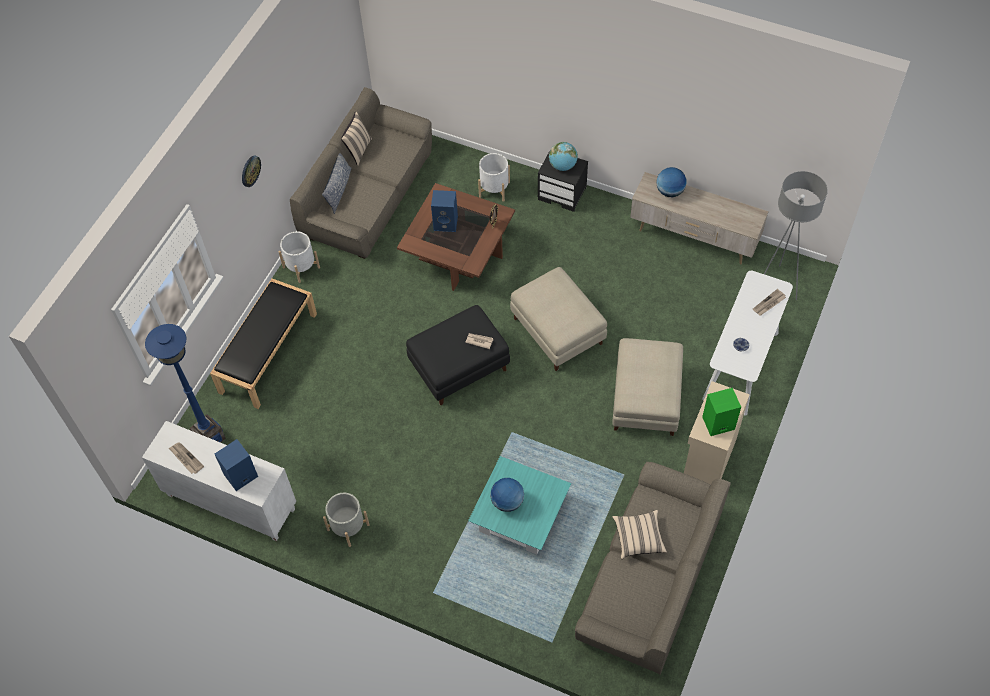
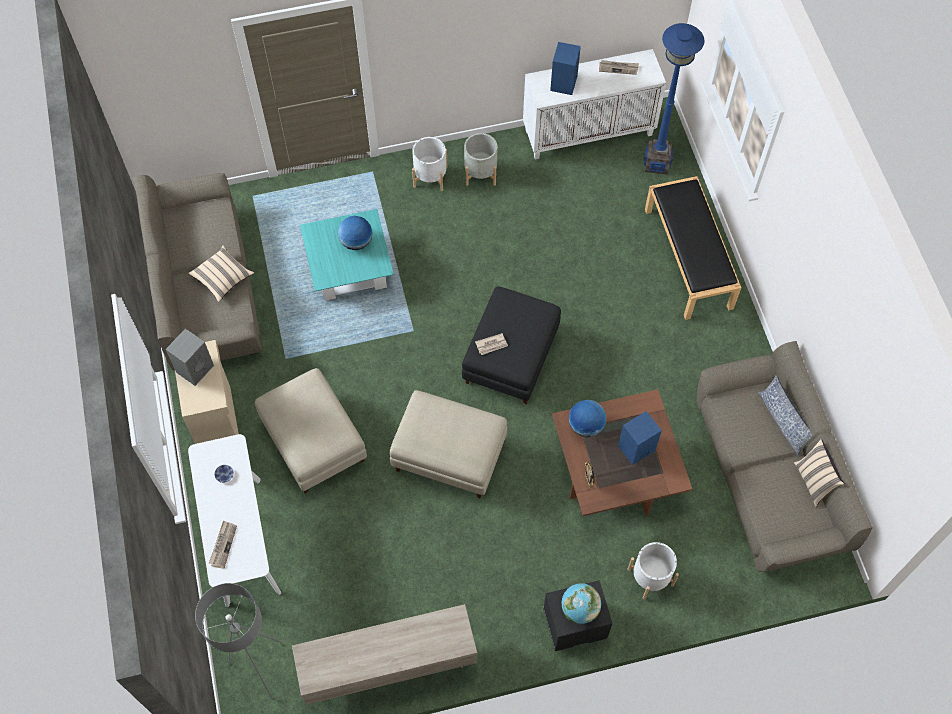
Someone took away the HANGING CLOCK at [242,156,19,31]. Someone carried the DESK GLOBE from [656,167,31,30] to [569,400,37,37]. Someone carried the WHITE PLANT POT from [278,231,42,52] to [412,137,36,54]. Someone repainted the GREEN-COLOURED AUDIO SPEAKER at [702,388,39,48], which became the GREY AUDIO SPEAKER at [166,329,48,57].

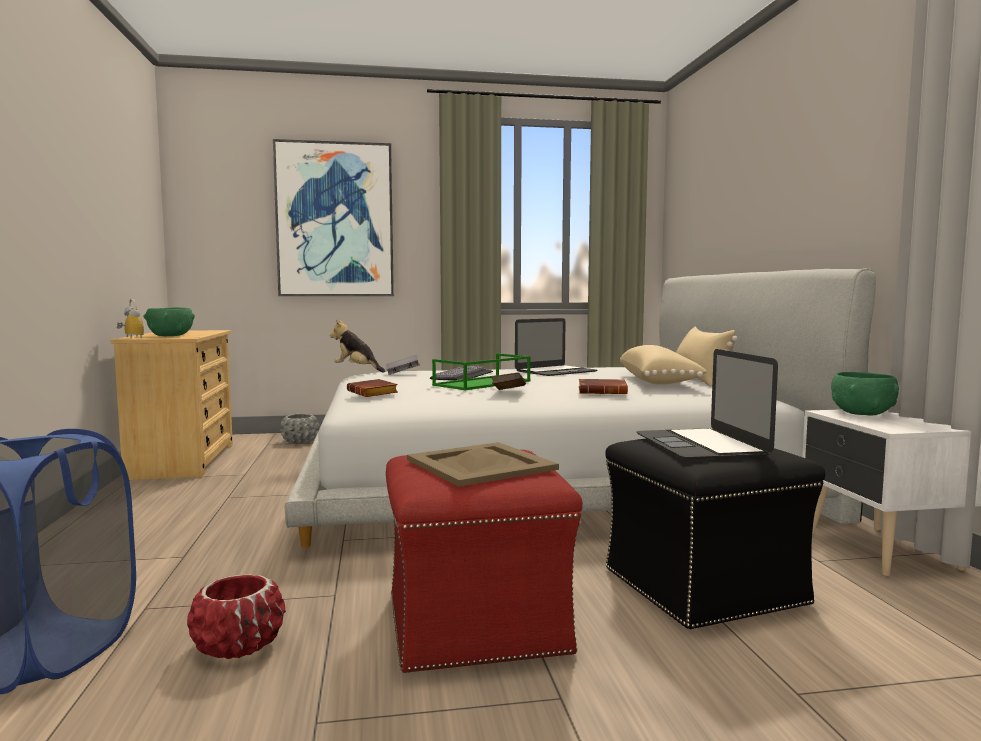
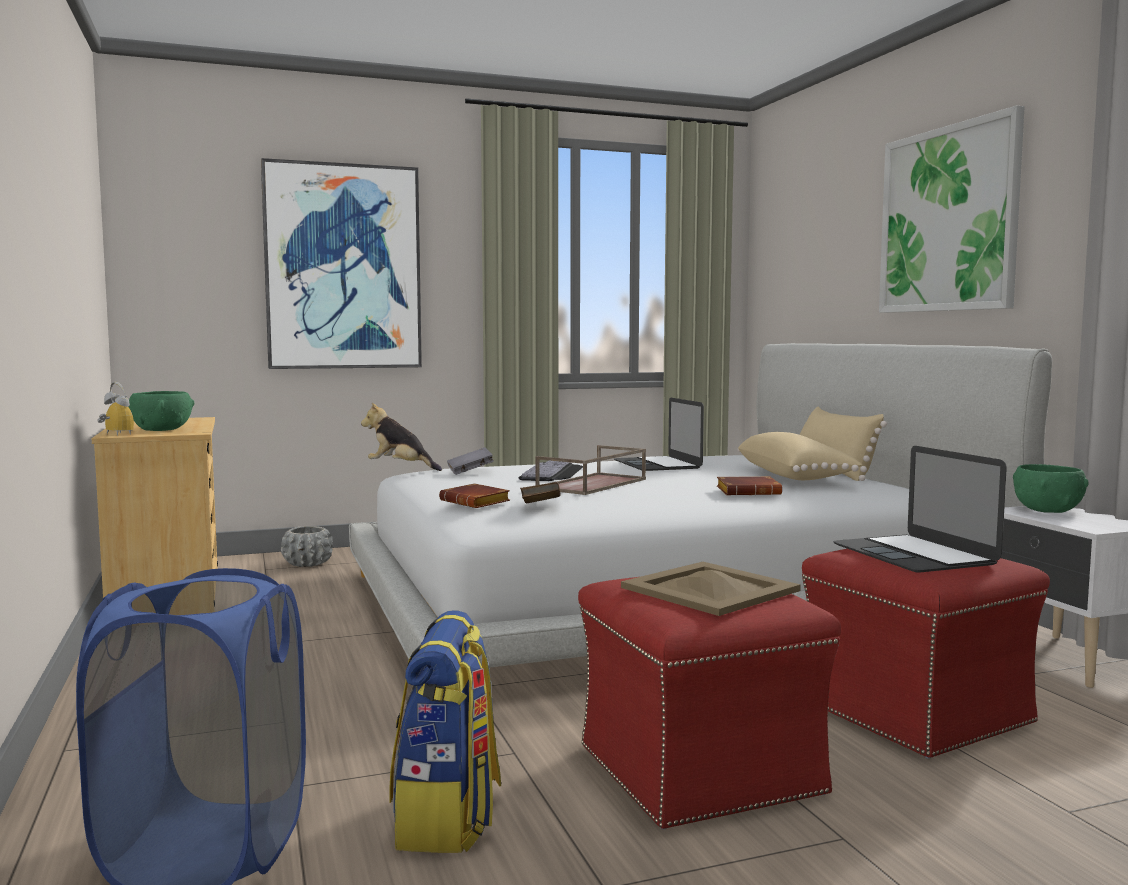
Someone rotated the PORTABLE COMPUTER at [515,318,82,58] by 120 degrees clockwise. Someone repainted the GREEN-COLOURED CARRYING TRAY at [432,353,99,37], which became the BROWN CARRYING TRAY at [535,445,111,50]. Someone carried the BROWN VOLUME from [491,373,35,17] to [520,482,40,21]. Someone repainted the BLACK OTTOMAN at [605,439,220,191], which became the RED-COLOURED OTTOMAN at [802,549,248,210]. Someone swapped the RED-COLOURED PLANT POT at [187,574,99,85] for the BACKPACK at [389,610,112,243]. Someone put up the WALL PICTURE at [879,106,146,207].

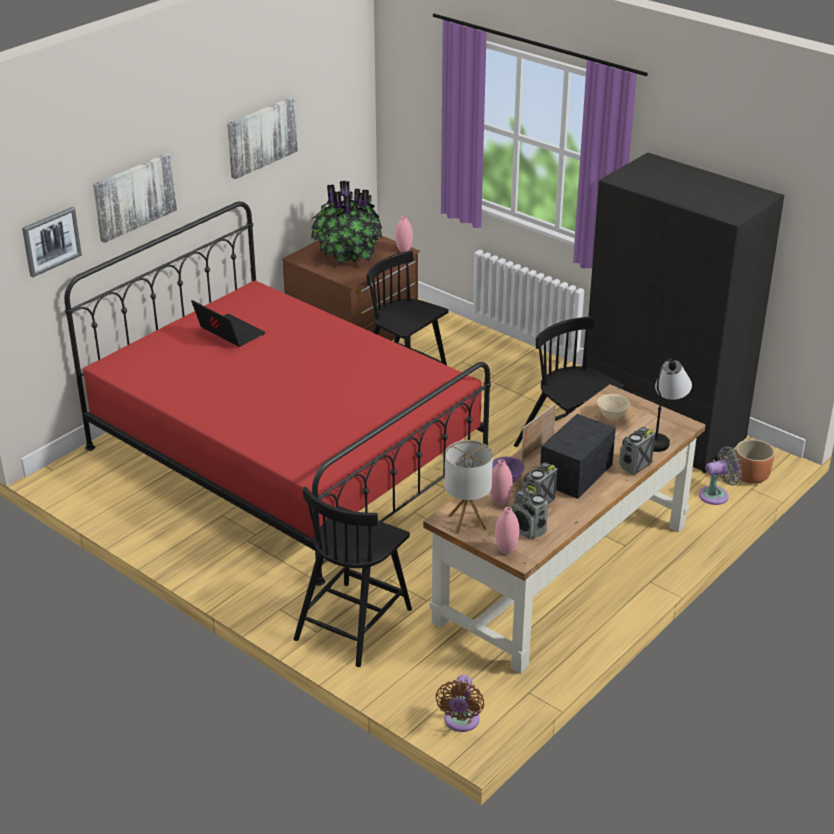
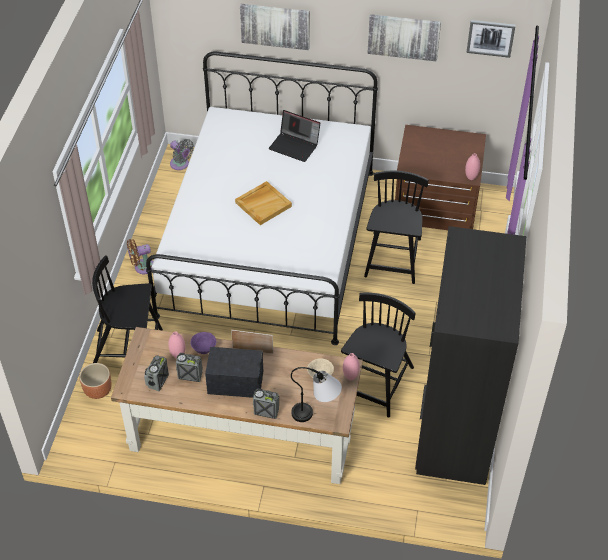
Someone took away the HOUSEPLANT at [311,180,71,85]. Someone repainted the RED-COLOURED BEDROOM BED at [64,202,427,384], which became the WHITE BEDROOM BED at [146,52,232,293]. Someone carried the WALL PICTURE from [22,207,60,70] to [466,20,50,38]. Someone rotated the PORTABLE COMPUTER at [191,300,75,47] by 105 degrees clockwise. Someone carried the BROWN PLANT POT from [735,439,40,45] to [79,363,33,36]. Someone took away the TABLETOP LAMP at [445,440,48,94]. Someone carried the GREY ELECTRIC FAN from [699,446,43,59] to [170,139,24,31]. Someone carried the PINK-COLOURED VASE from [495,507,24,47] to [343,353,17,27]. Someone carried the BROWN ELECTRIC FAN from [436,675,48,57] to [127,239,26,35]. Someone put down the BEIGE CARRYING TRAY at [235,181,57,44].

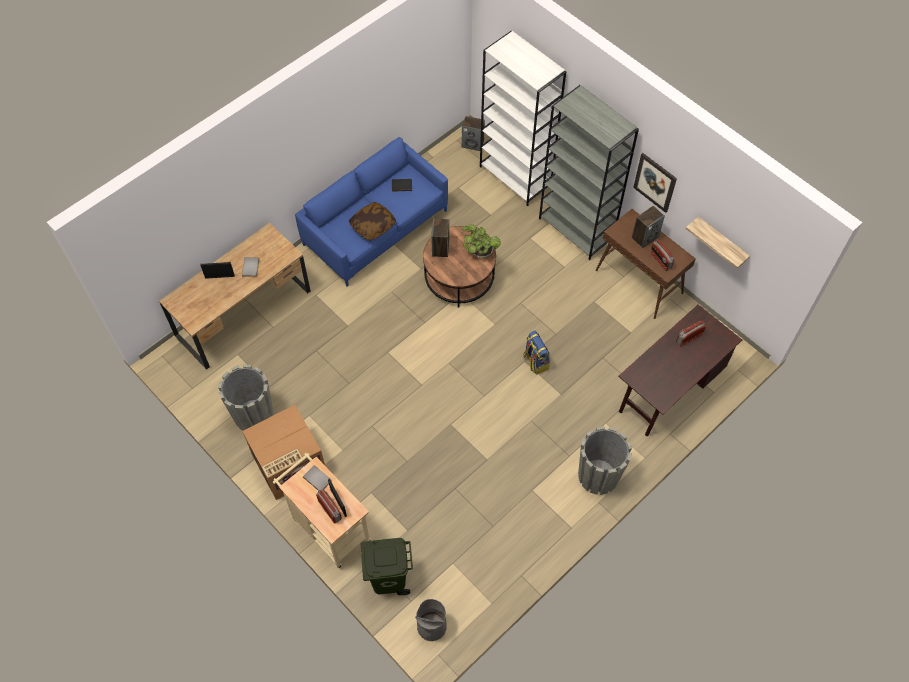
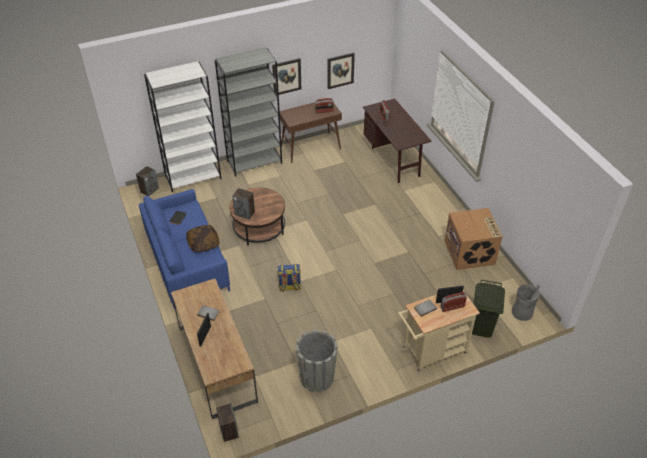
Someone carried the AUDIO SPEAKER from [632,206,33,42] to [216,403,23,39]. Someone swapped the SHELF at [686,217,64,52] for the WALL PICTURE at [327,53,28,36]. Someone took away the HOUSEPLANT at [461,224,40,34]. Someone carried the BACKPACK from [523,331,27,43] to [278,264,23,28]. Someone carried the CARDBOARD BOX from [242,405,83,95] to [445,208,58,62]. Someone took away the GREY PLANT POT at [578,426,54,69].

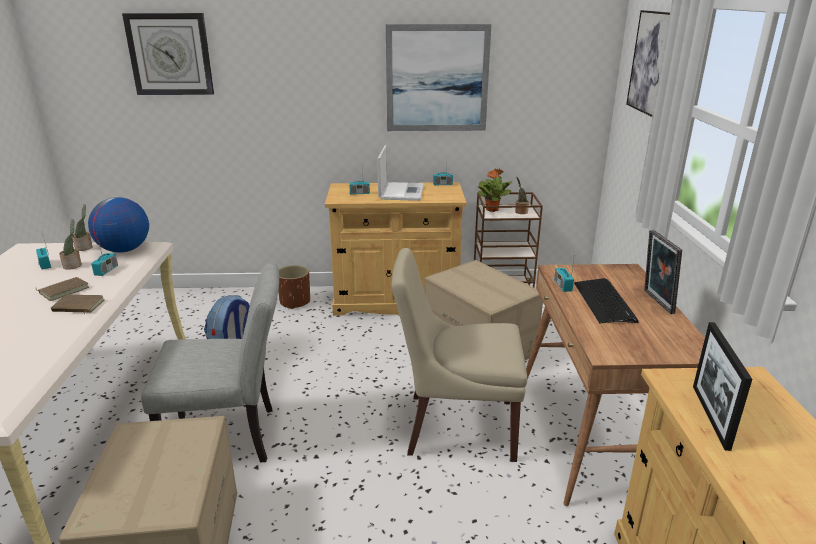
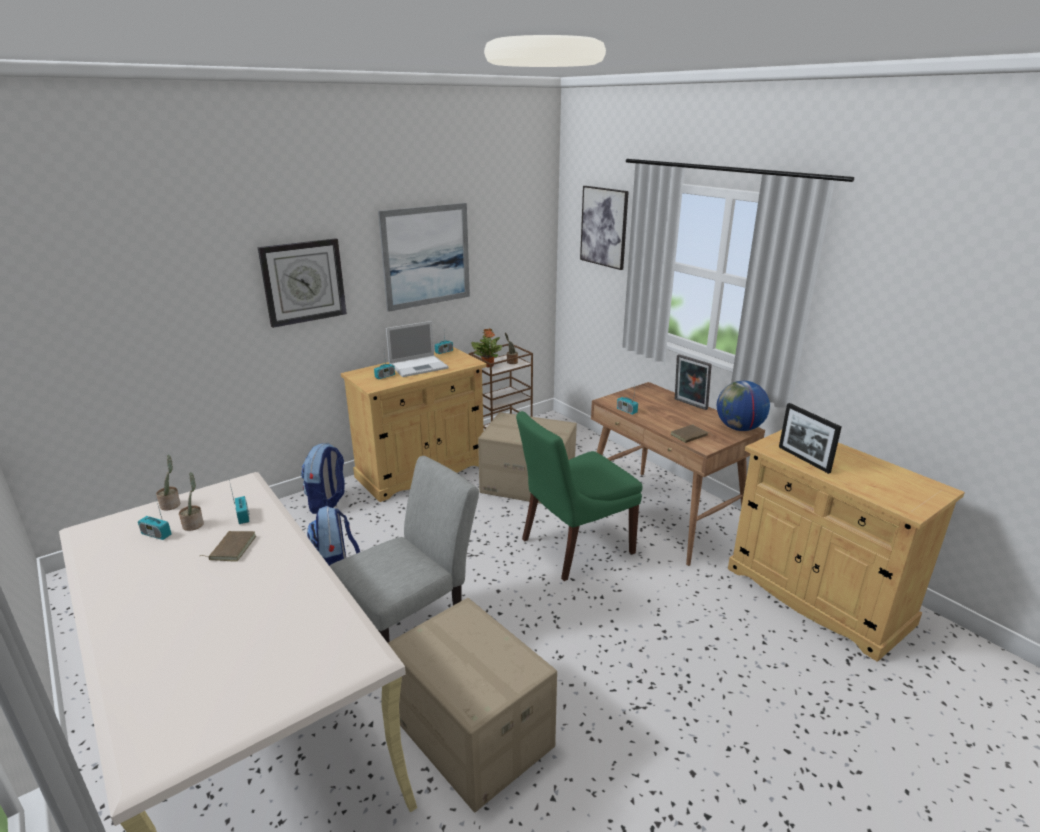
Someone carried the HANGING CLOCK from [122,13,92,82] to [258,238,89,90]. Someone rotated the PORTABLE COMPUTER at [377,145,47,56] by 90 degrees clockwise. Someone carried the DESK GLOBE from [88,197,61,56] to [717,381,53,50]. Someone repainted the BEIGE PLAIN CHAIR at [391,248,136,214], which became the GREEN-COLOURED PLAIN CHAIR at [516,411,127,170]. Someone swapped the BROWN PLANT POT at [278,265,32,44] for the BACKPACK at [301,443,44,71]. Someone took away the PC KEYBOARD at [574,278,65,45]. Someone carried the BROWN VOLUME from [51,295,53,19] to [670,424,43,19].

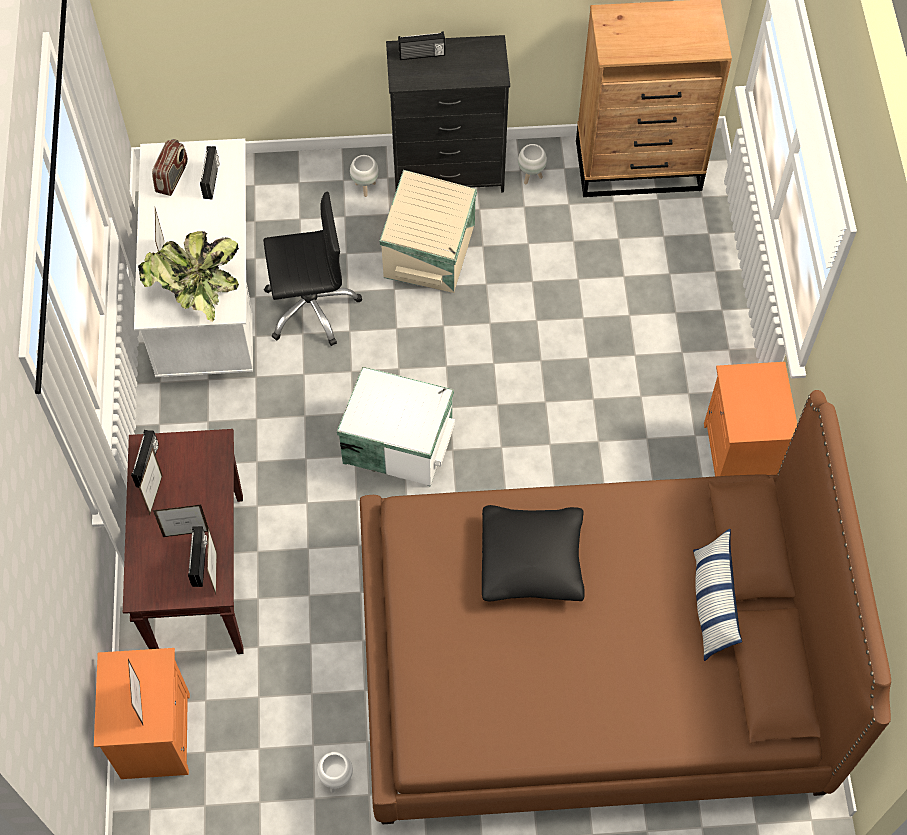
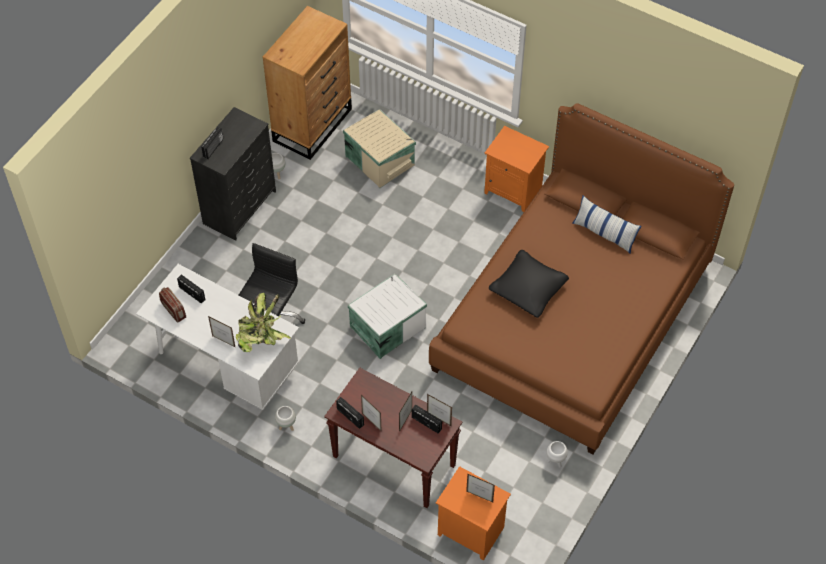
Someone carried the WHITE PLANT POT from [350,155,29,42] to [275,406,21,25]. Someone carried the BEIGE STORAGE BIN from [380,170,97,123] to [343,109,73,79].

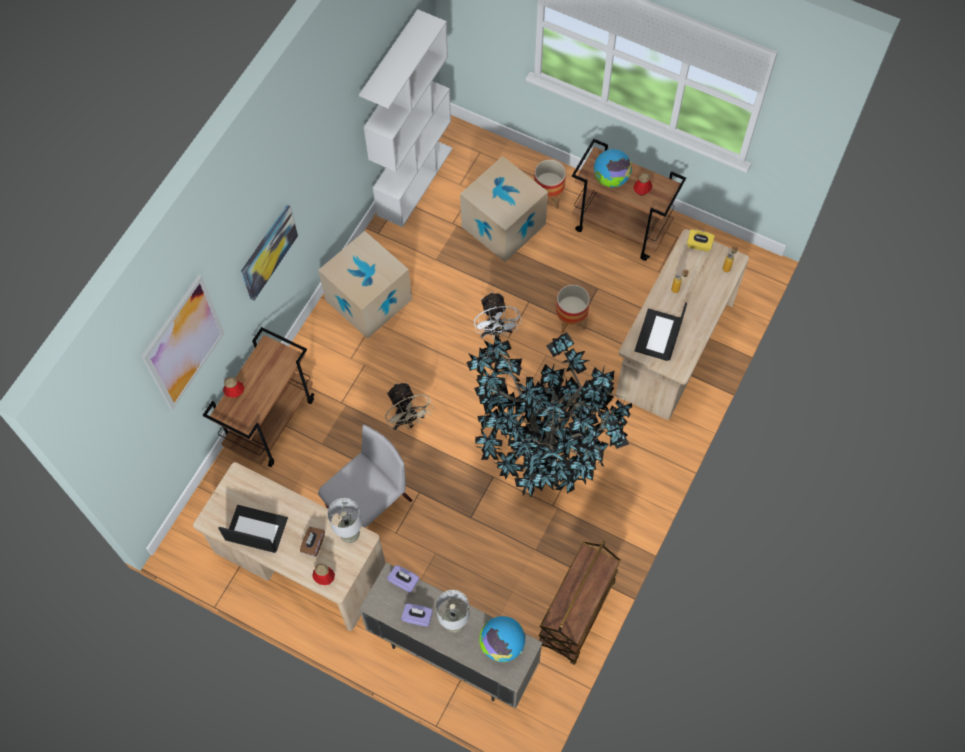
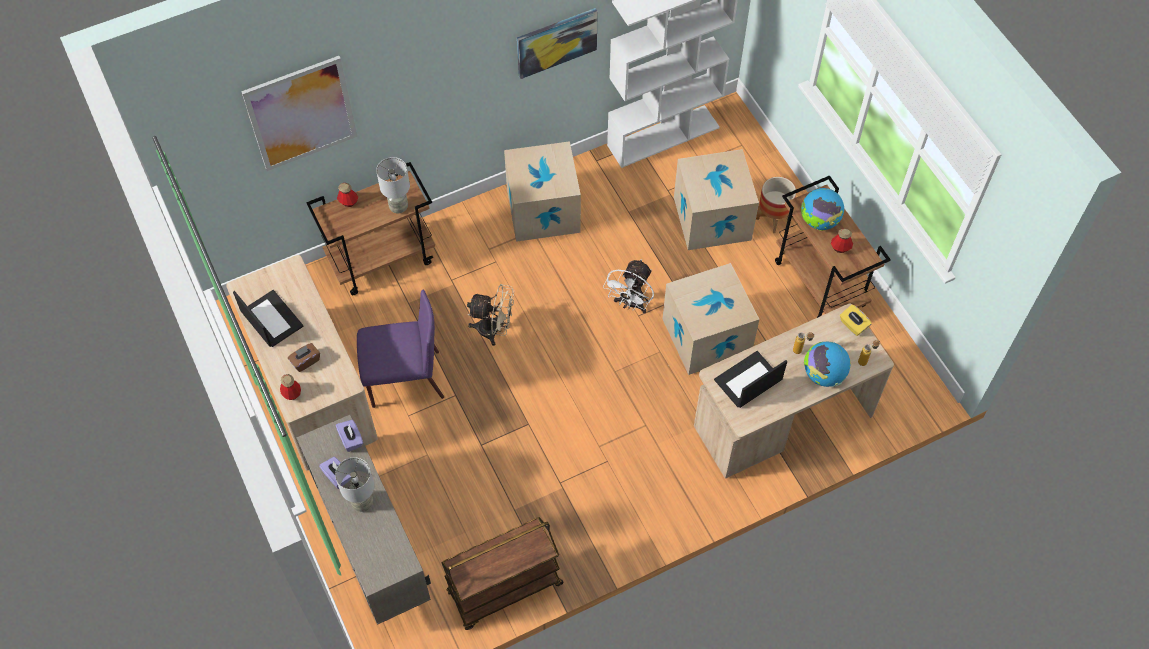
Someone carried the WALL PICTURE from [241,205,57,96] to [517,8,81,71]. Someone swapped the PLANT POT at [556,285,34,49] for the CARDBOARD BOX at [662,263,97,112]. Someone took away the HOUSEPLANT at [466,332,166,165]. Someone rotated the BEIGE ELECTRIC FAN at [385,383,49,48] by 90 degrees counterclockwise. Someone repainted the GREY PLAIN CHAIR at [318,425,94,102], which became the PURPLE-COLOURED PLAIN CHAIR at [357,289,87,119]. Someone carried the GREY TABLETOP LAMP from [327,498,35,45] to [376,157,34,56]. Someone carried the DESK GLOBE from [479,616,46,46] to [804,342,46,45].

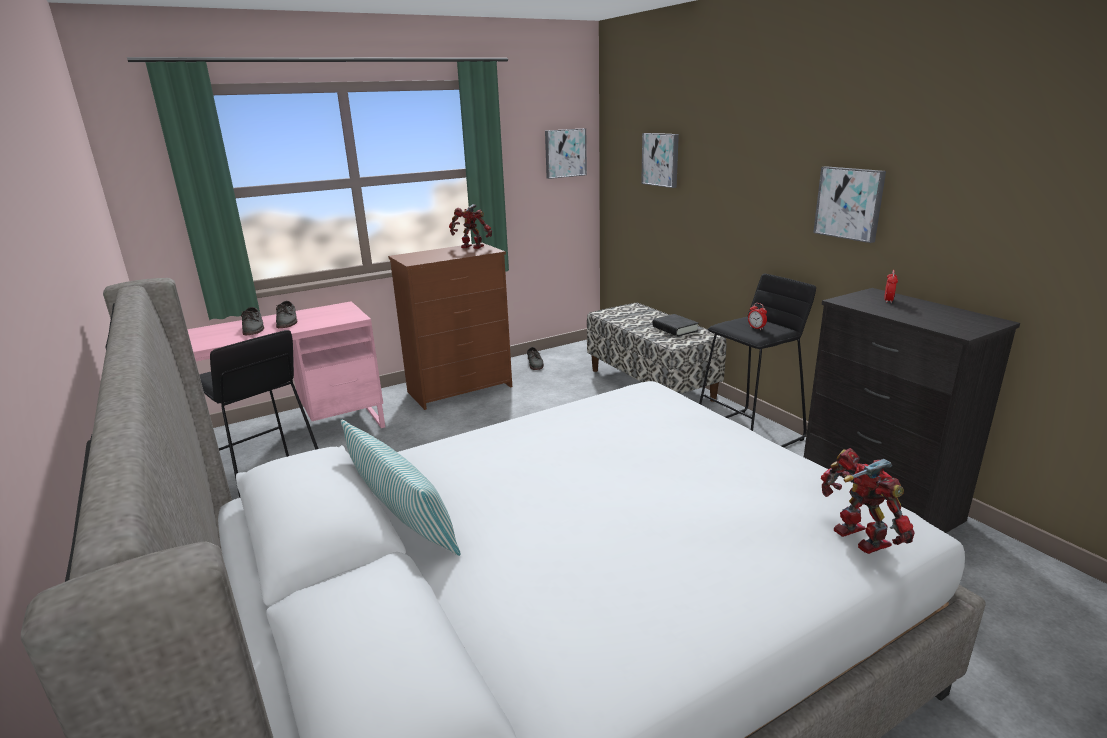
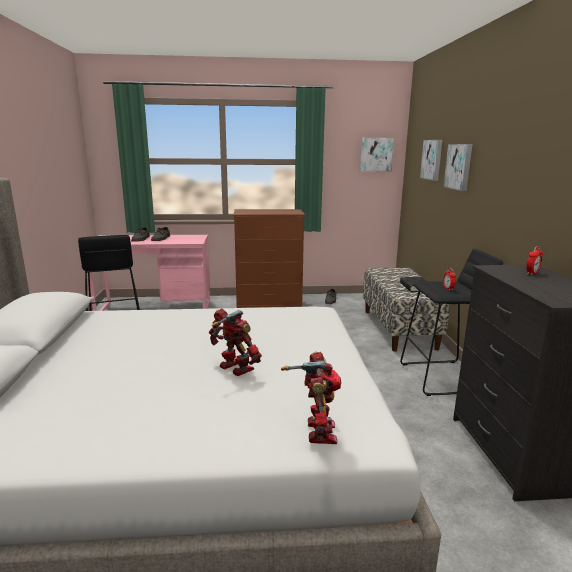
Someone carried the WALL PICTURE from [813,166,73,77] to [443,144,29,47]. Someone carried the TOY ROBOT from [449,204,43,45] to [209,308,53,68]. Someone took away the THROW PILLOW at [340,419,121,137].

